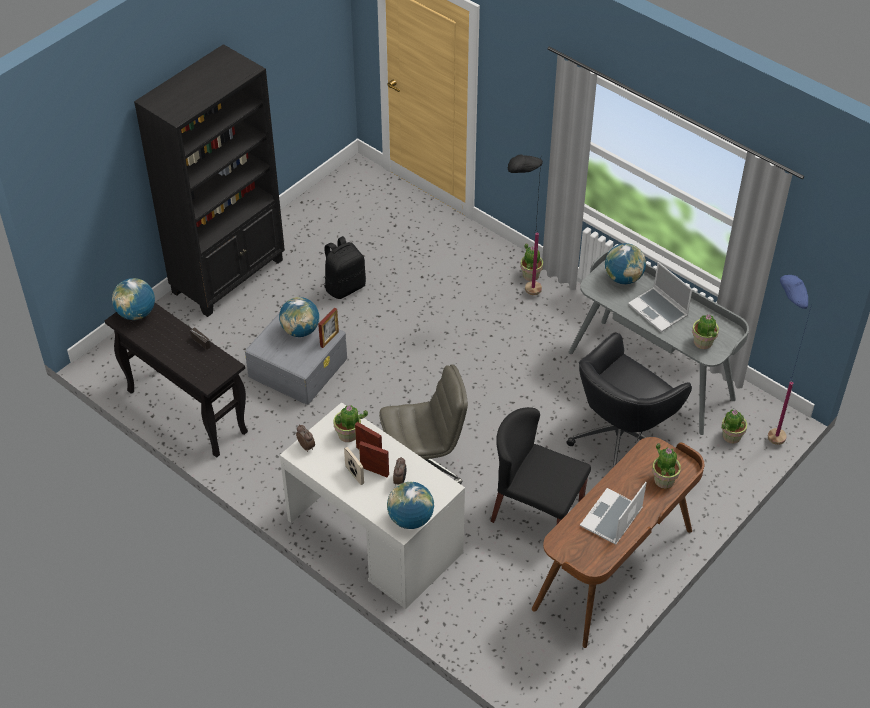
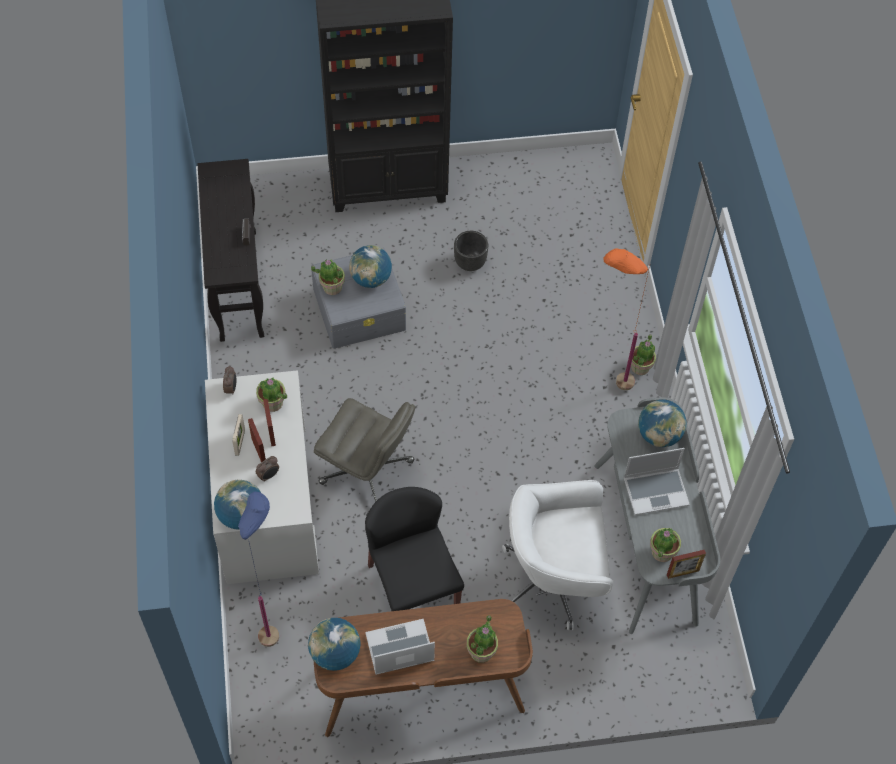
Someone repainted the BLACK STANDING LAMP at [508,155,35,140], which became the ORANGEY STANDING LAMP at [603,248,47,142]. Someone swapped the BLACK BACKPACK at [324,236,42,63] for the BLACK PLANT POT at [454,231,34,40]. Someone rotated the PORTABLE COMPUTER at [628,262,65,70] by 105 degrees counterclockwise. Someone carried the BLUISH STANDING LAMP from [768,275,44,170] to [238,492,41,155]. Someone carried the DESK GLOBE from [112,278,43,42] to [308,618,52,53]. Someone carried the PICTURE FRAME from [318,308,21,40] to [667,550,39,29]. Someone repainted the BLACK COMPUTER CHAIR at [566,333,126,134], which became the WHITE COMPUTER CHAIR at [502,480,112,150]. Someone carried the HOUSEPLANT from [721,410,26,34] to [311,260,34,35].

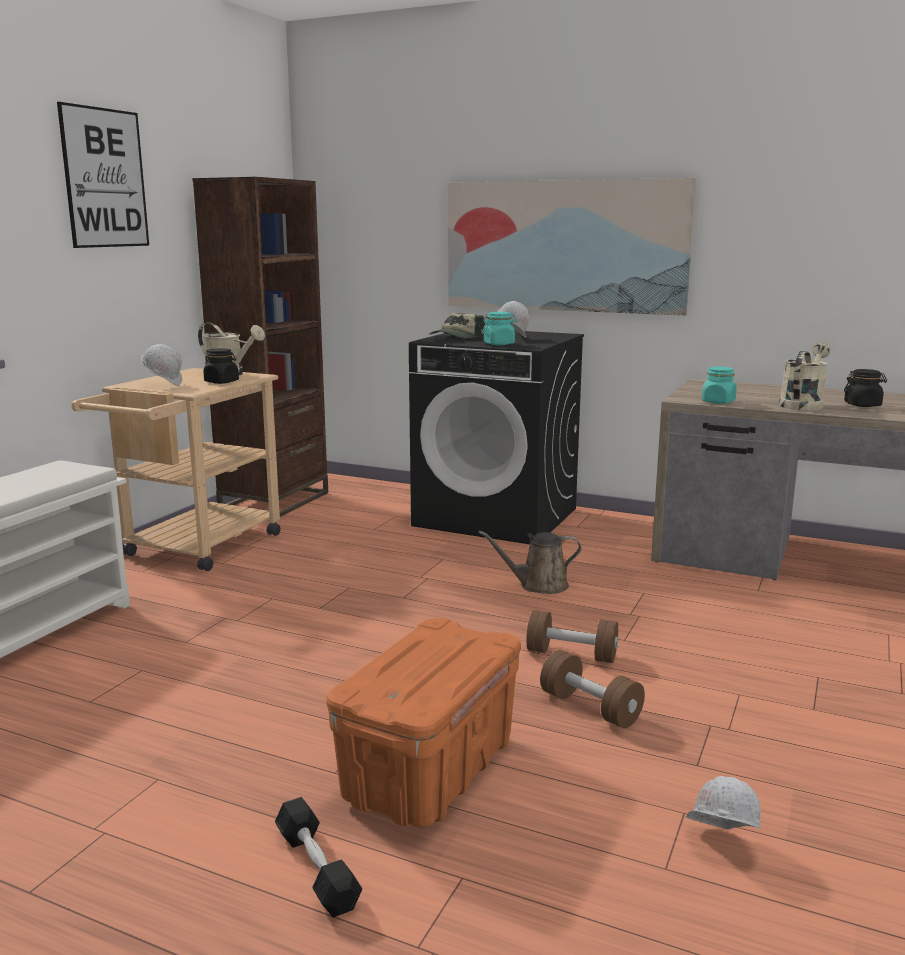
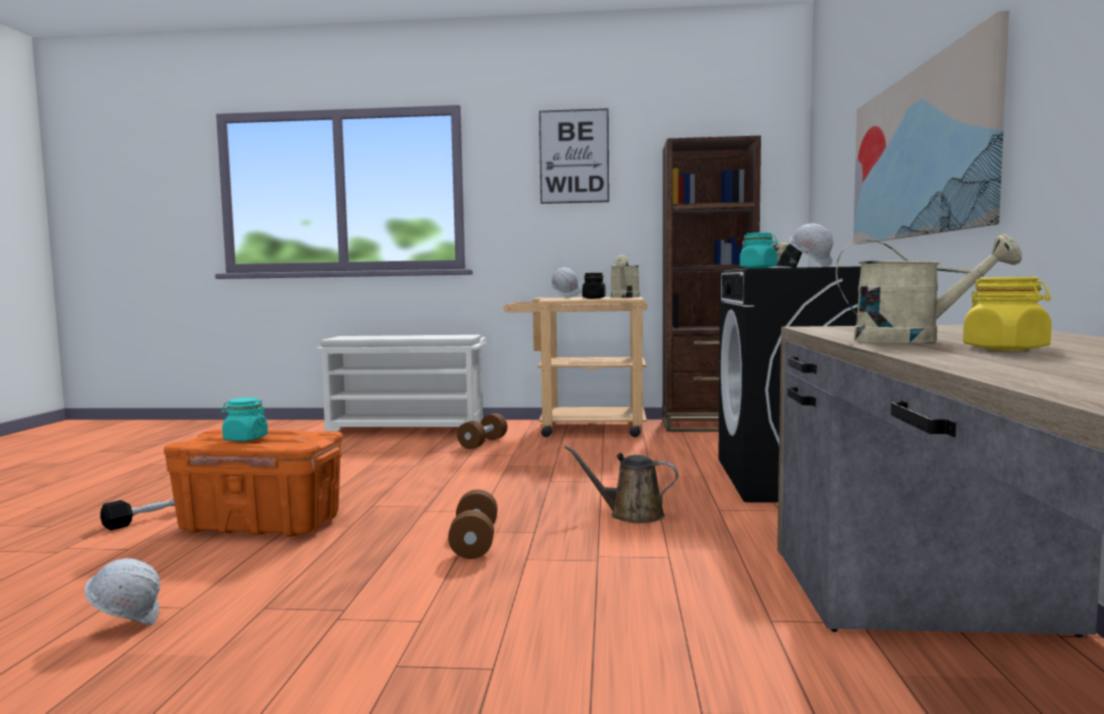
Someone carried the TURQUOISE PRESERVE JAR from [702,366,35,38] to [222,398,46,44]. Someone repainted the BLACK PRESERVE JAR at [844,369,43,38], which became the YELLOW PRESERVE JAR at [963,277,89,74]. Someone rotated the BROWN WATERING POT at [479,531,102,63] by 45 degrees counterclockwise. Someone carried the BROWN DUMBBELL from [540,650,105,78] to [457,413,50,36].

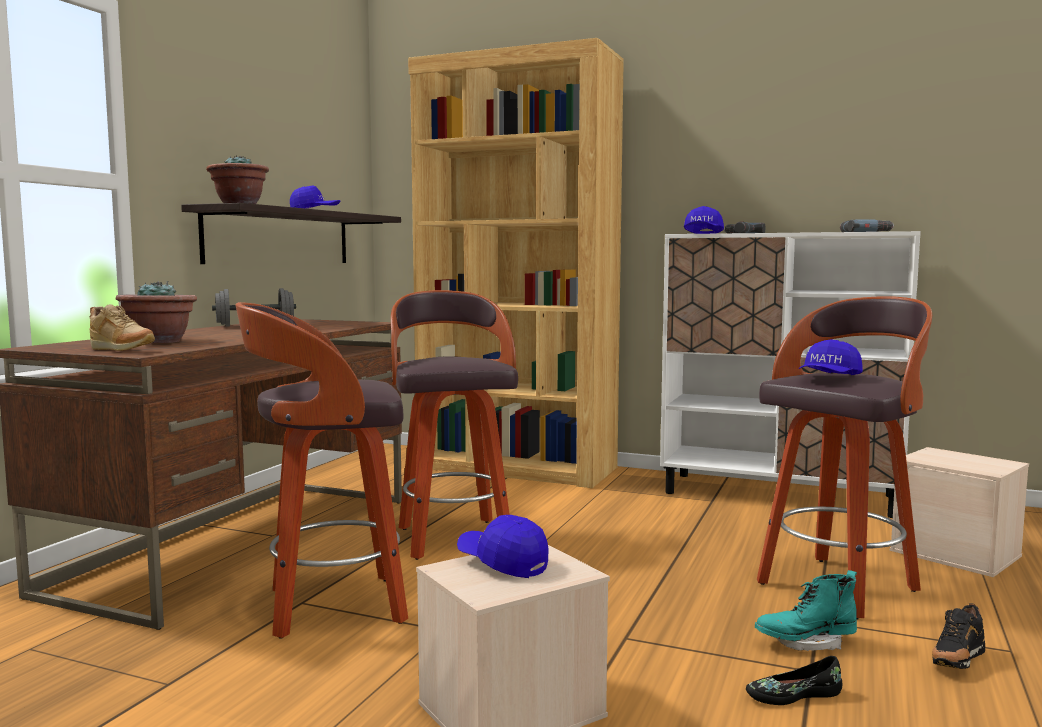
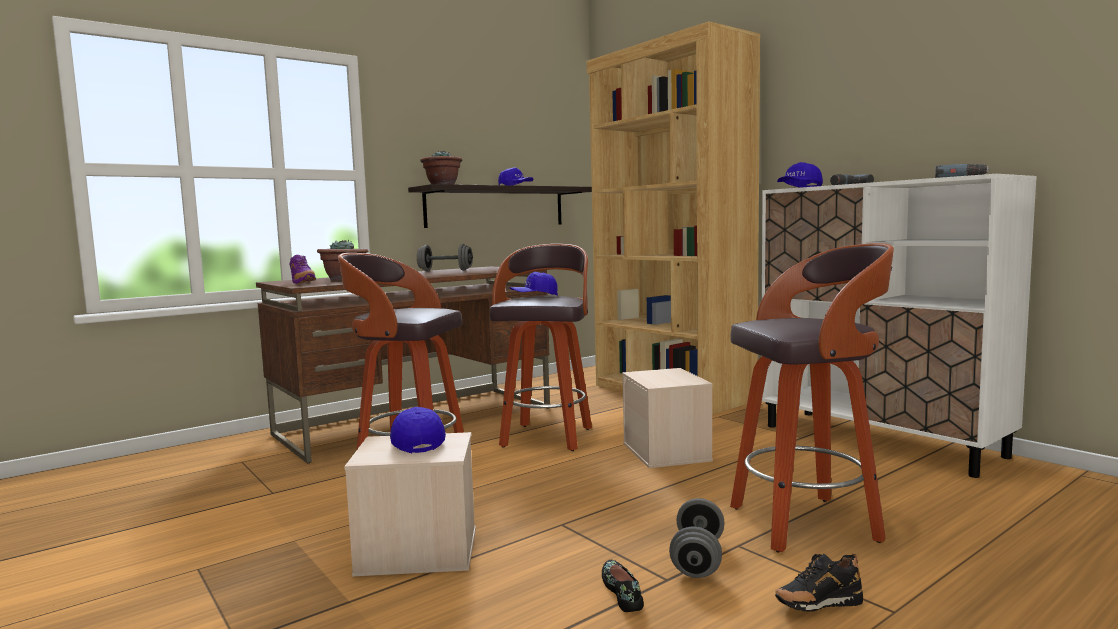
Someone repainted the BEIGE ITEM OF FOOTWEAR at [89,304,66,47], which became the PURPLE-COLOURED ITEM OF FOOTWEAR at [289,255,27,29]. Someone carried the BLUISH PEAKED CAP from [799,339,64,36] to [509,272,49,24]. Someone carried the BEIGE STORAGE BIN from [890,447,139,130] to [622,368,91,100]. Someone swapped the TURQUOISE BOOT at [755,570,102,81] for the GREY DUMBBELL at [669,498,55,80]. Someone rotated the BLACK ITEM OF FOOTWEAR at [746,656,96,49] by 60 degrees clockwise.

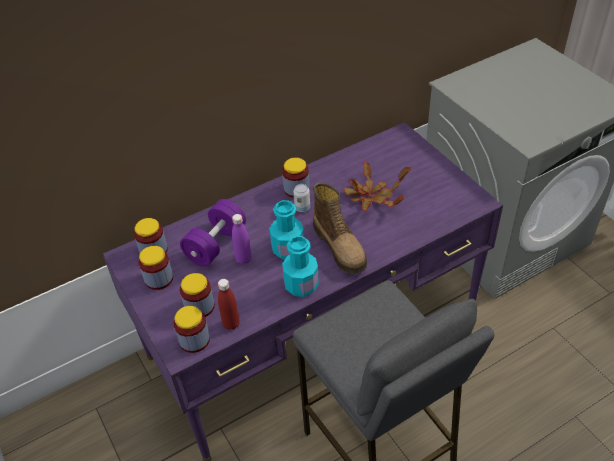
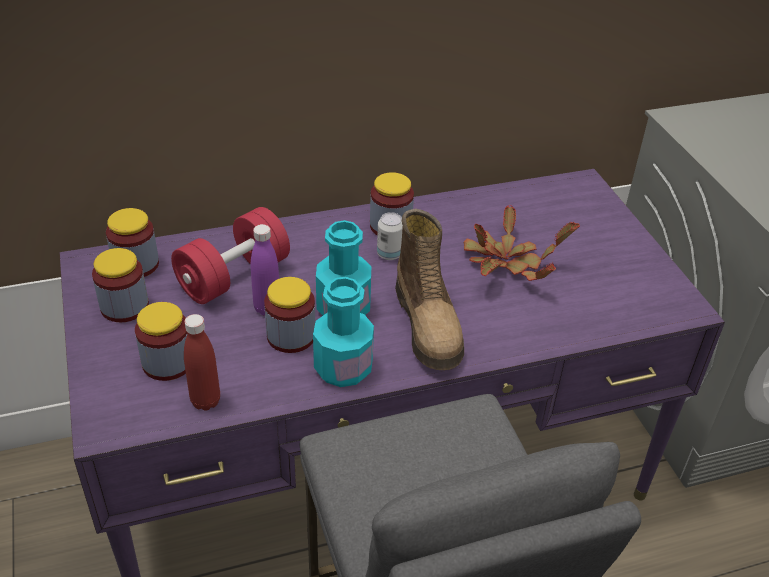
Someone repainted the PURPLE-COLOURED DUMBBELL at [180,199,66,68], which became the RED-COLOURED DUMBBELL at [171,207,119,97]. Someone carried the PRESERVE JAR from [174,306,36,47] to [264,277,51,76].

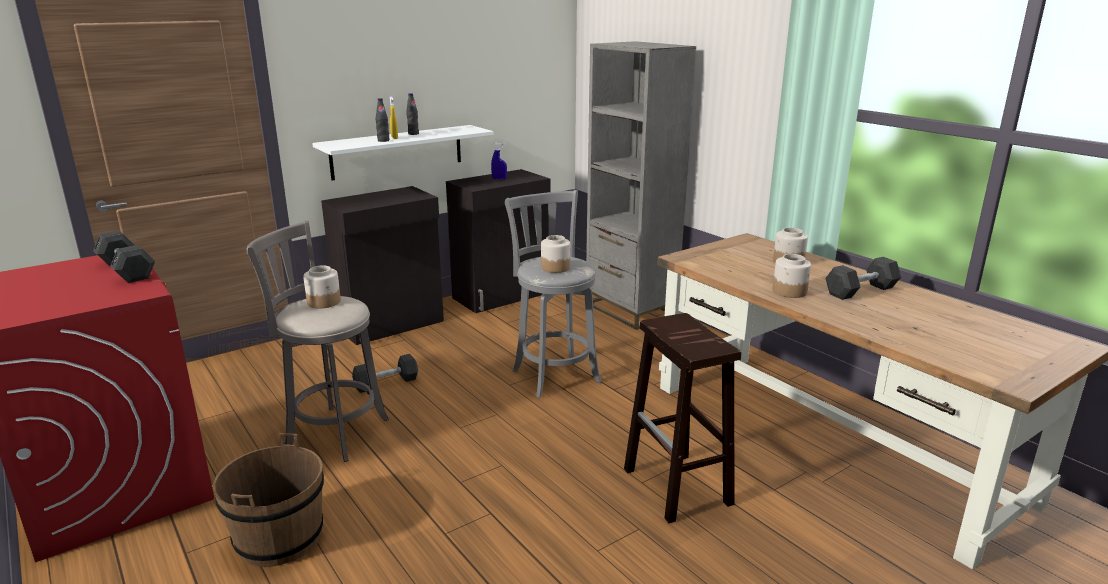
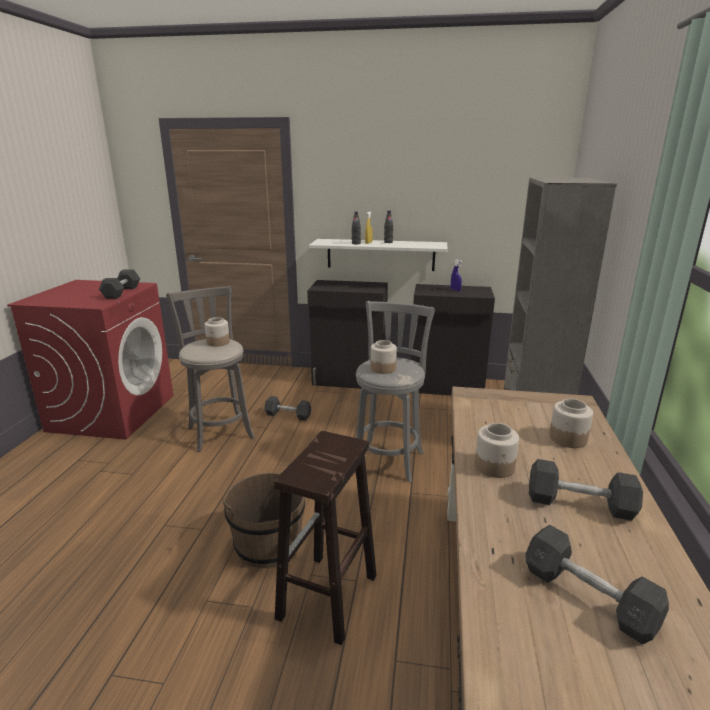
Someone carried the BROWN BUCKET from [213,433,111,134] to [223,473,82,95]. Someone put down the GREY DUMBBELL at [526,525,143,119].

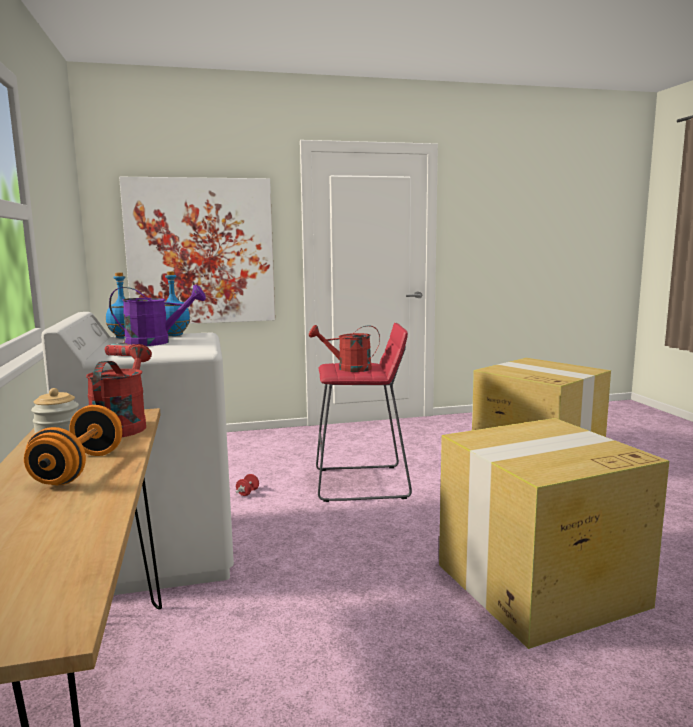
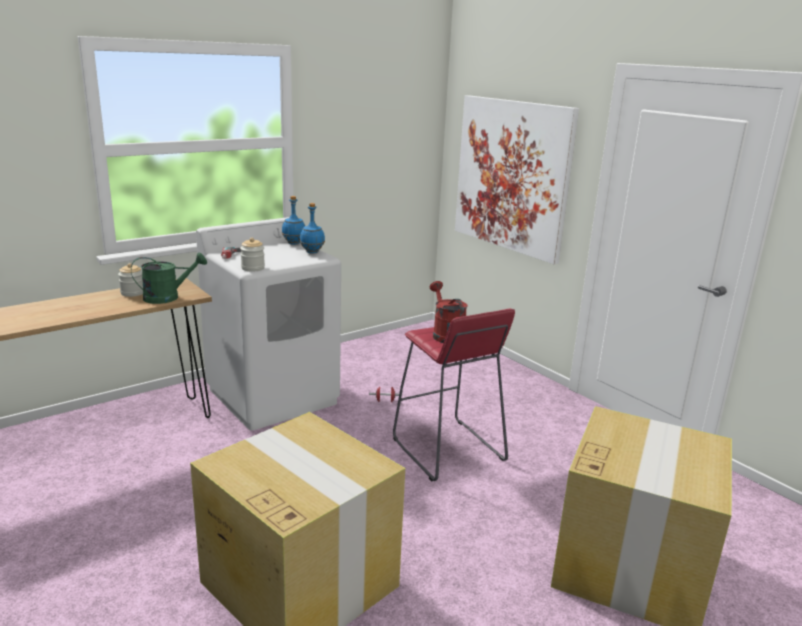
Someone took away the PURPLE-COLOURED WATERING POT at [109,285,97,61]. Someone repainted the RED-COLOURED WATERING POT at [86,344,66,93], which became the GREEN-COLOURED WATERING POT at [131,252,76,52]. Someone took away the ORANGEY DUMBBELL at [24,405,98,80]. Someone put down the PRESERVE JAR at [240,238,25,33].

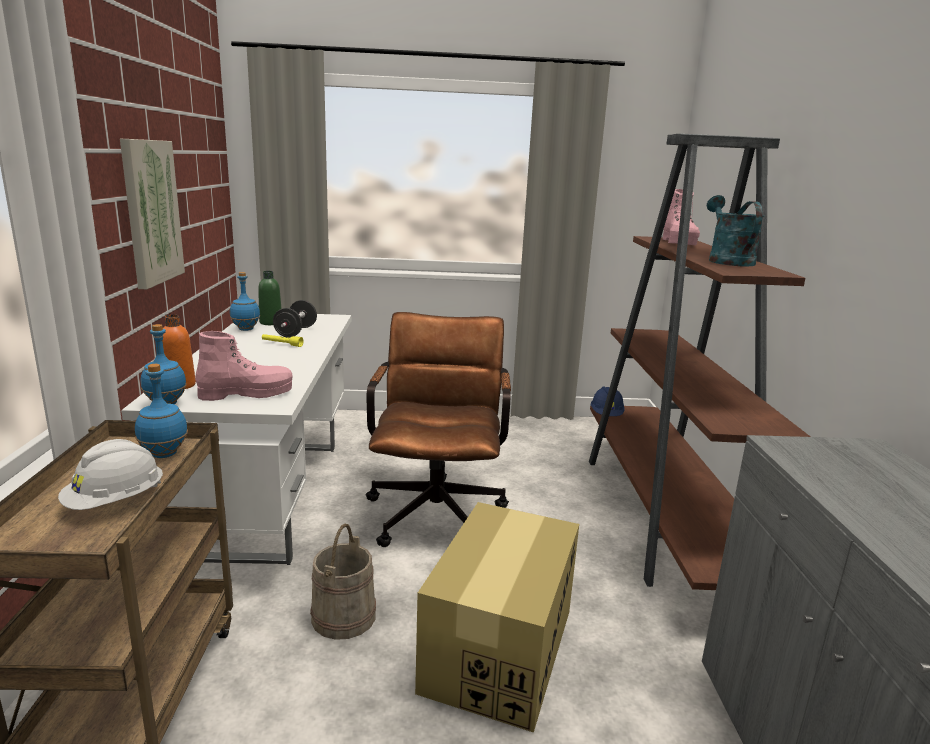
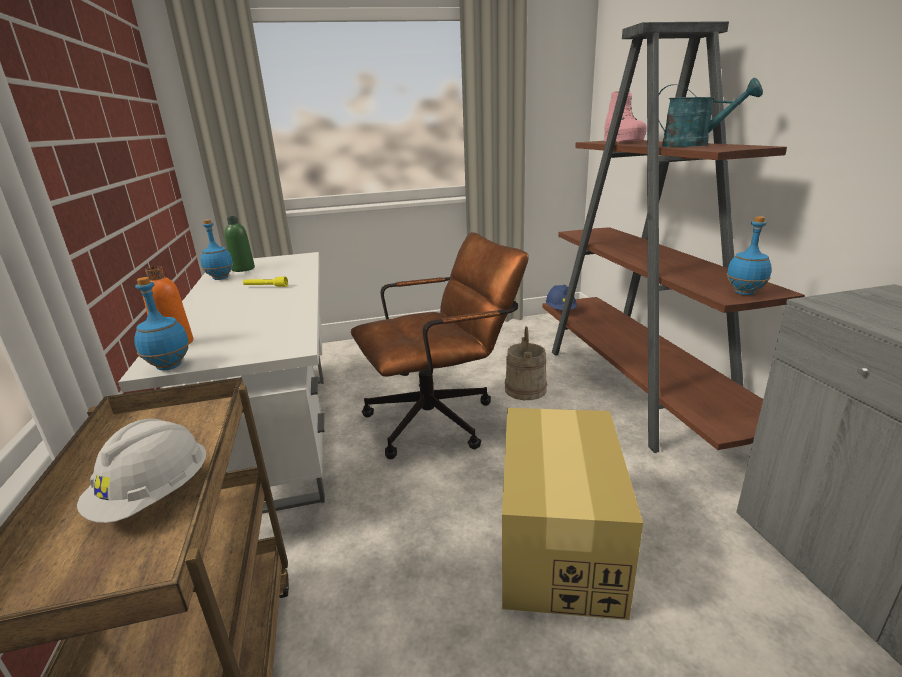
Someone took away the WALL PICTURE at [120,139,65,150]. Someone rotated the TURQUOISE WATERING POT at [707,195,57,72] by 135 degrees clockwise. Someone took away the BLACK DUMBBELL at [273,300,44,37]. Someone rotated the BROWN COMPUTER CHAIR at [366,312,145,235] by 75 degrees clockwise. Someone took away the PINK-COLOURED BOOT at [195,331,97,70]. Someone carried the BLUISH BOTTLE from [135,364,53,94] to [726,216,46,79]. Someone carried the BEIGE BUCKET from [310,524,66,116] to [505,326,42,74].

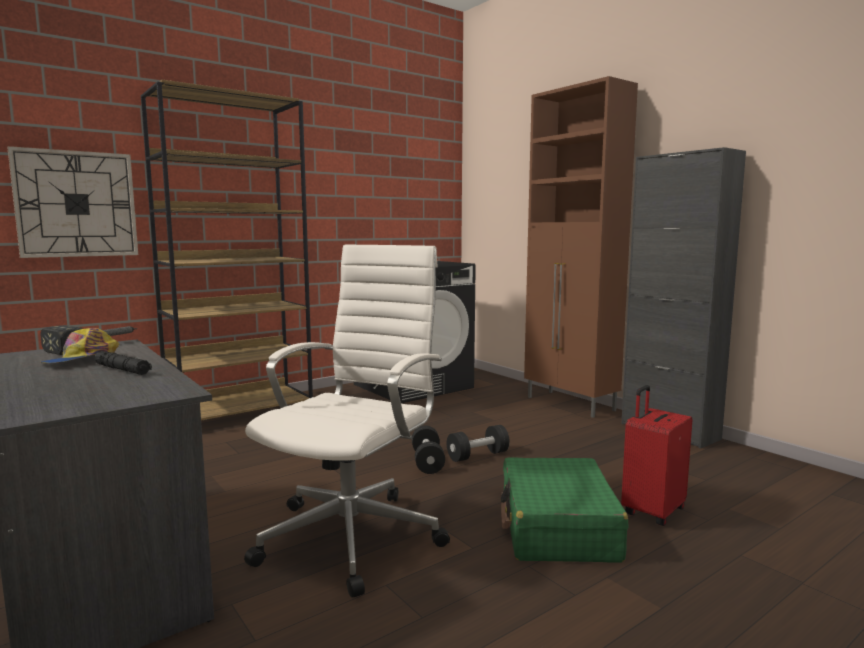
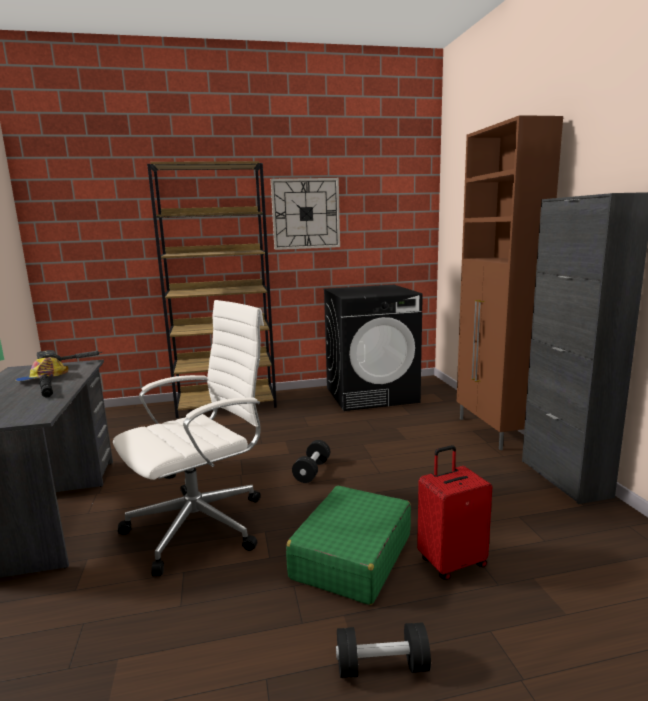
Someone carried the HANGING CLOCK from [7,146,131,112] to [271,178,69,72]. Someone carried the BLACK DUMBBELL from [447,425,63,37] to [336,622,95,56].

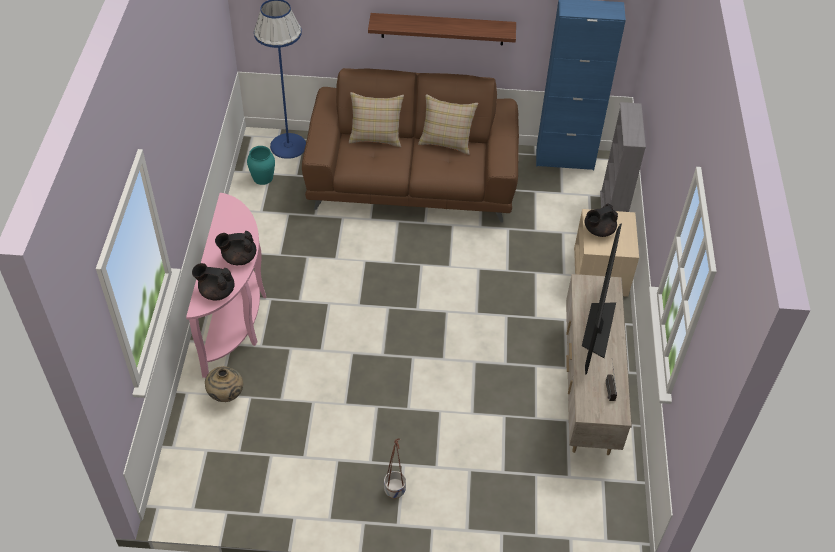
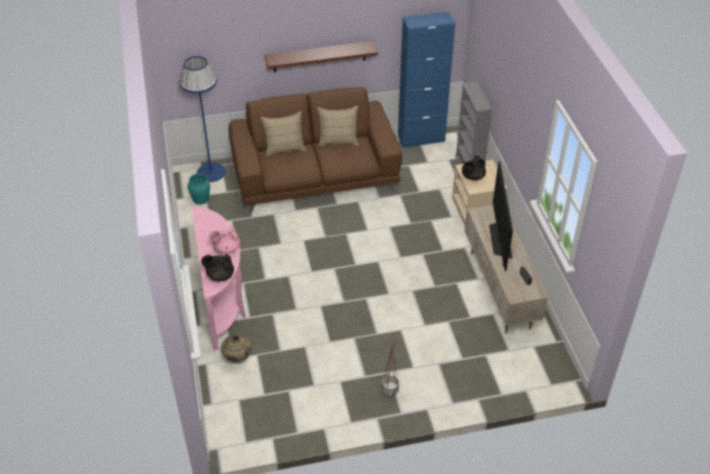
Someone repainted the BLACK TEA POT at [215,231,41,34], which became the PINK-COLOURED TEA POT at [209,226,31,28].

